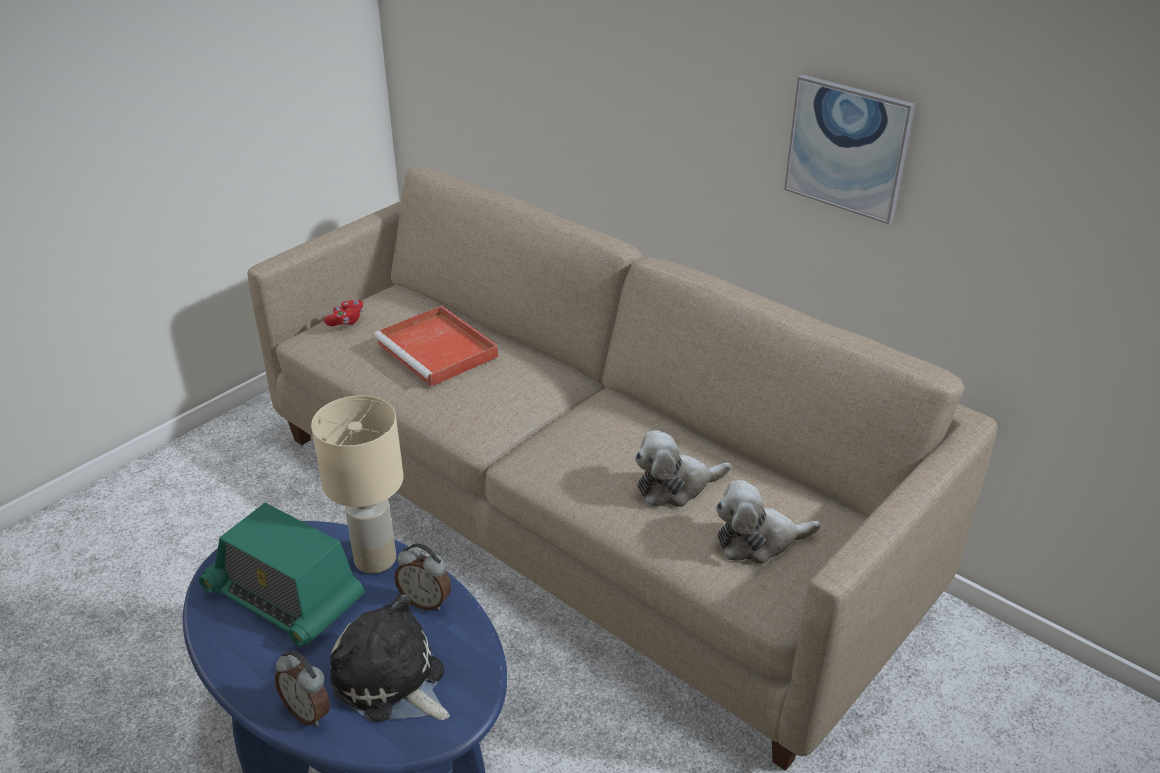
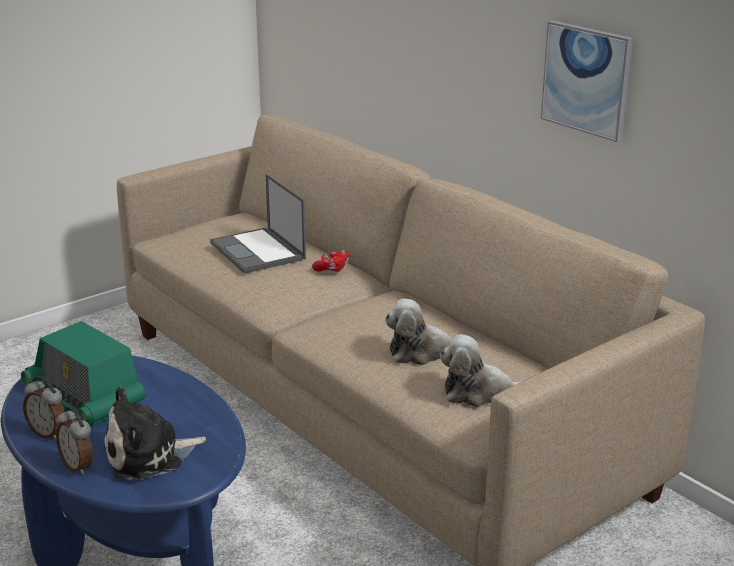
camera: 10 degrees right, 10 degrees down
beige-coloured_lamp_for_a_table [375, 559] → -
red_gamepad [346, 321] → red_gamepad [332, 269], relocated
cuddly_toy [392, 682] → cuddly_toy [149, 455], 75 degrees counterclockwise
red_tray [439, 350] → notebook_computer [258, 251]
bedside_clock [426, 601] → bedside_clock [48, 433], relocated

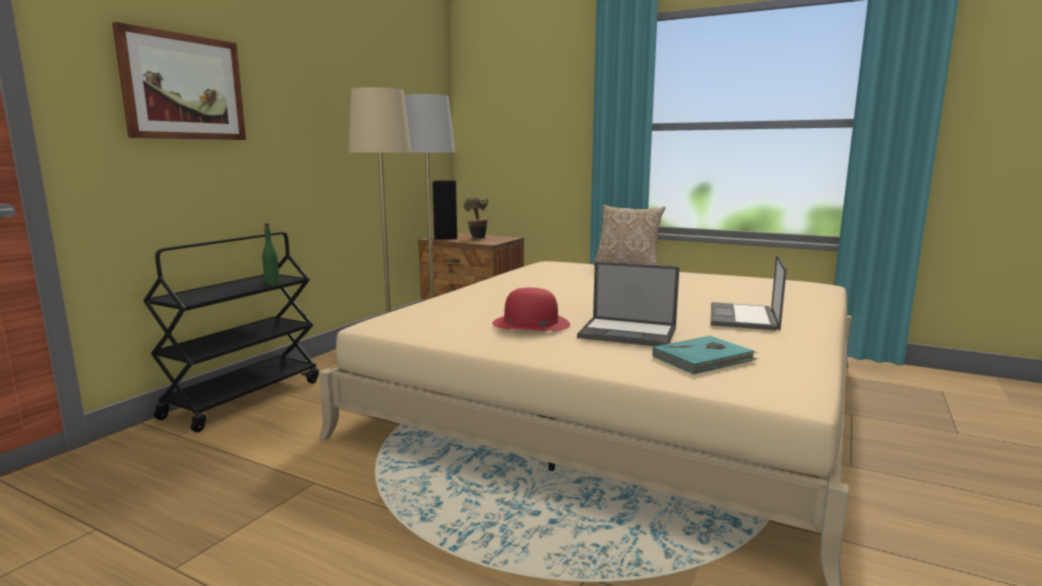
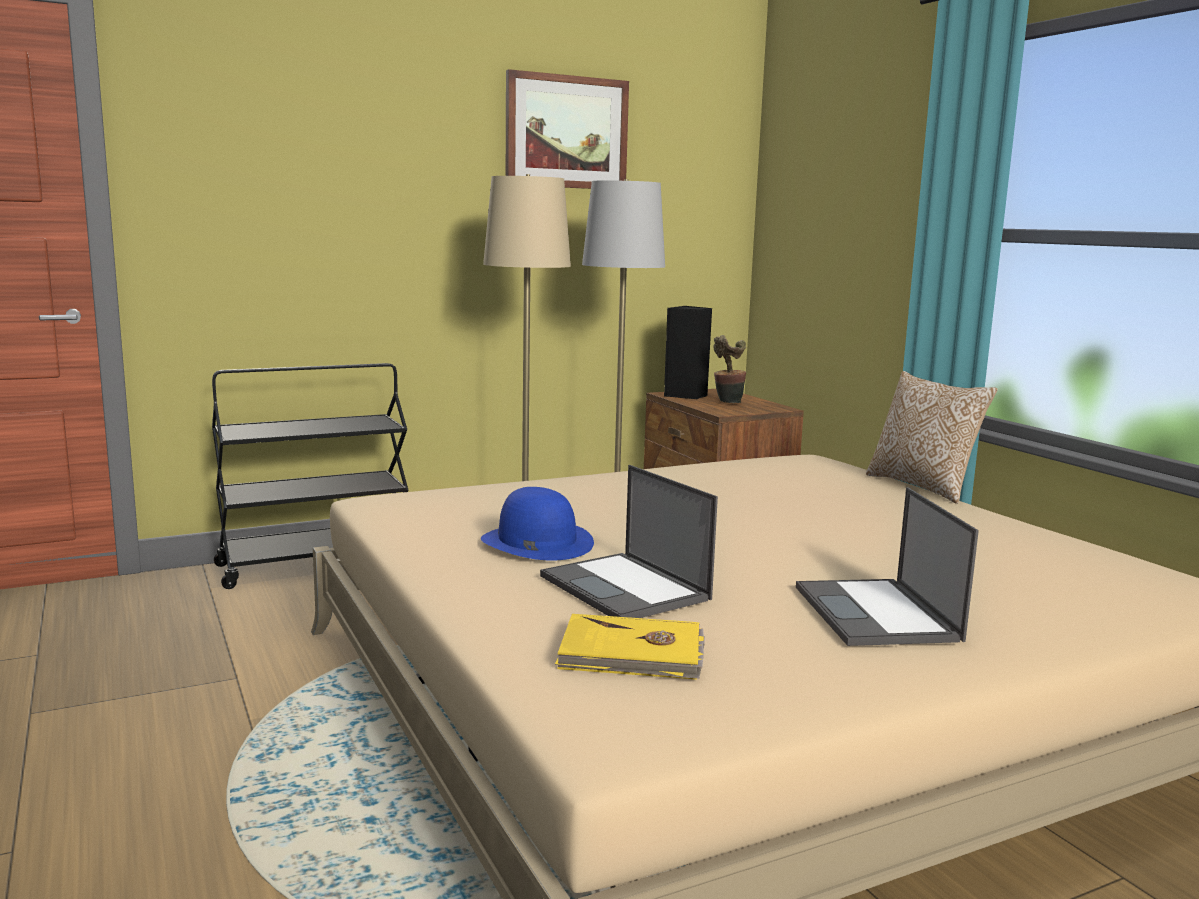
camera: 35 degrees right, 0 degrees up
wall_art [183, 87] → wall_art [566, 132], relocated
greenish_bottle [272, 283] → -
red_wearable_hat [530, 323] → bluish_wearable_hat [536, 542]
turquoise_book [704, 359] → yellowish_book [632, 654]
notebook_computer [743, 317] → notebook_computer [877, 614], 60 degrees counterclockwise

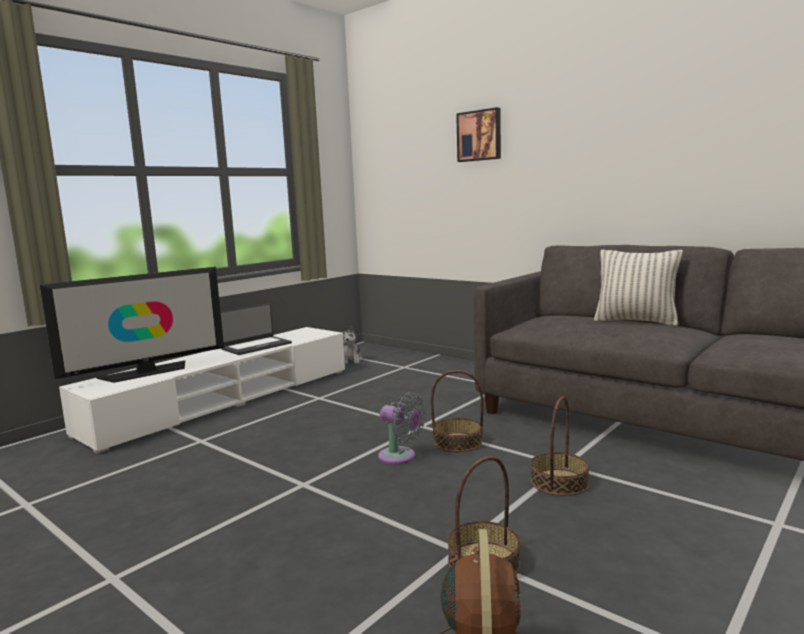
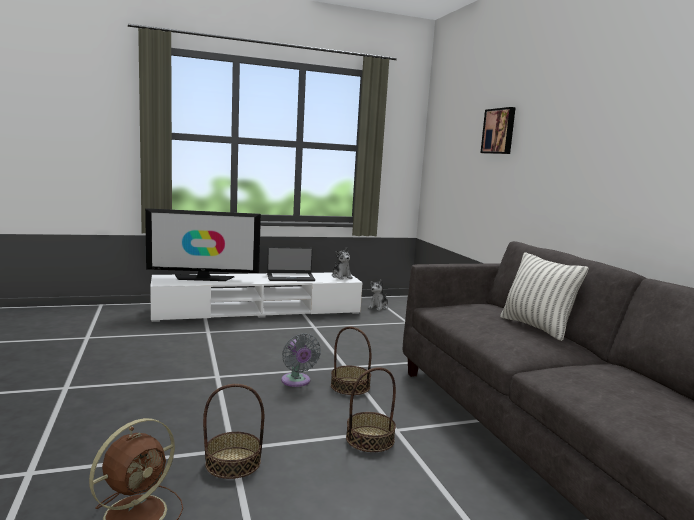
camera: 30 degrees right, 0 degrees up
- → cuddly_toy [341, 277]

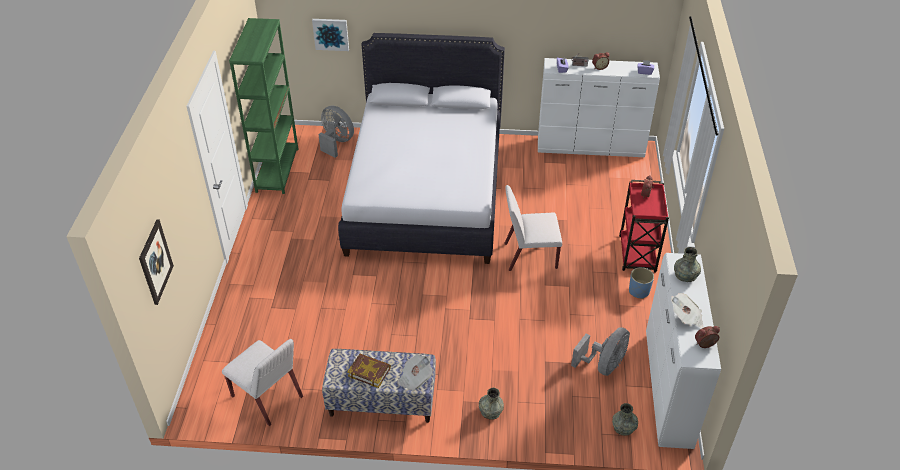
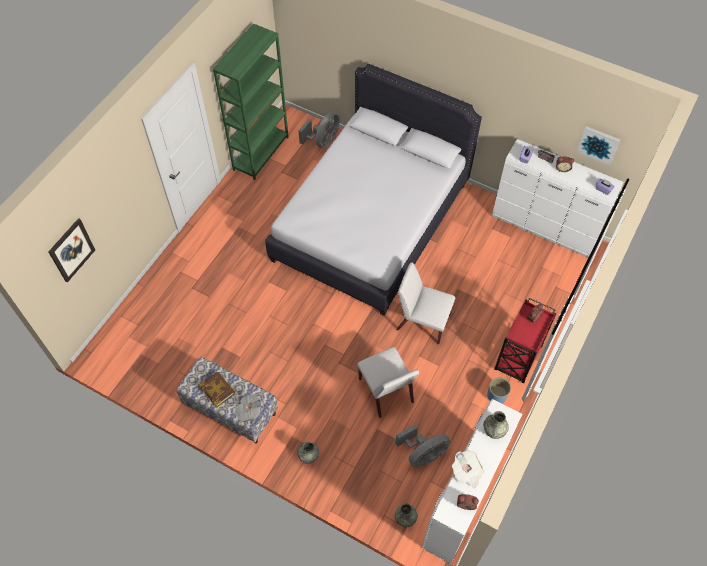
camera: 25 degrees right, 15 degrees up
white-coloured_chair [268, 397] → white-coloured_chair [386, 391], relocated
wall_art [331, 34] → wall_art [598, 144], relocated
grey_fan [336, 142] → grey_fan [323, 141], 60 degrees clockwise

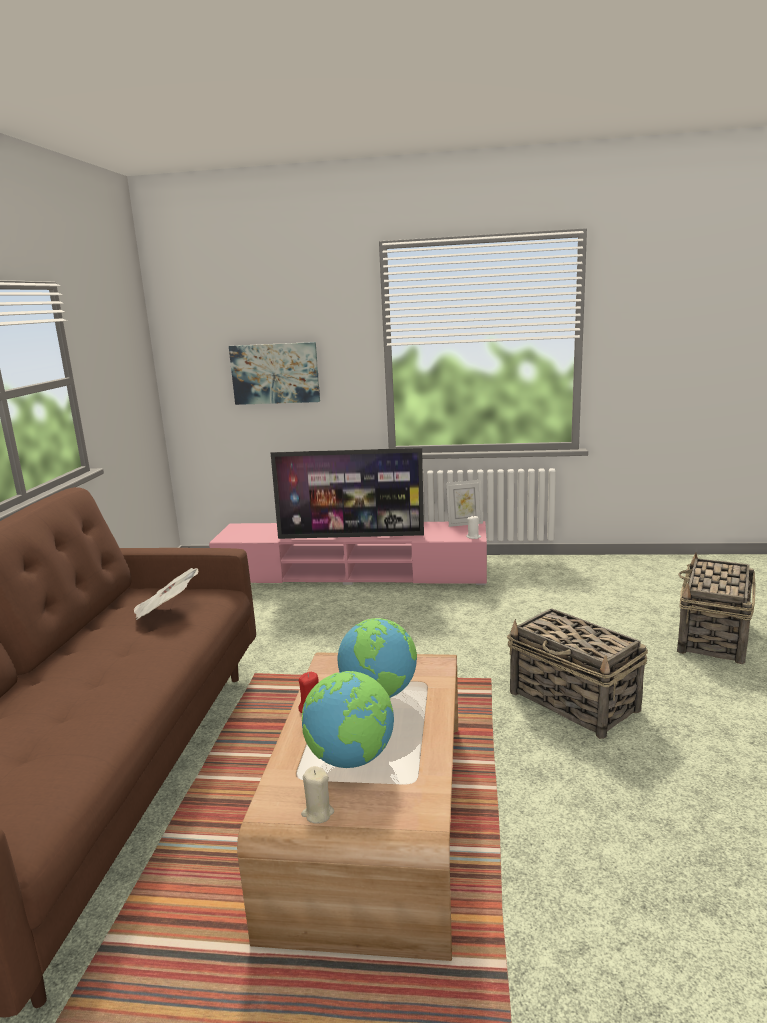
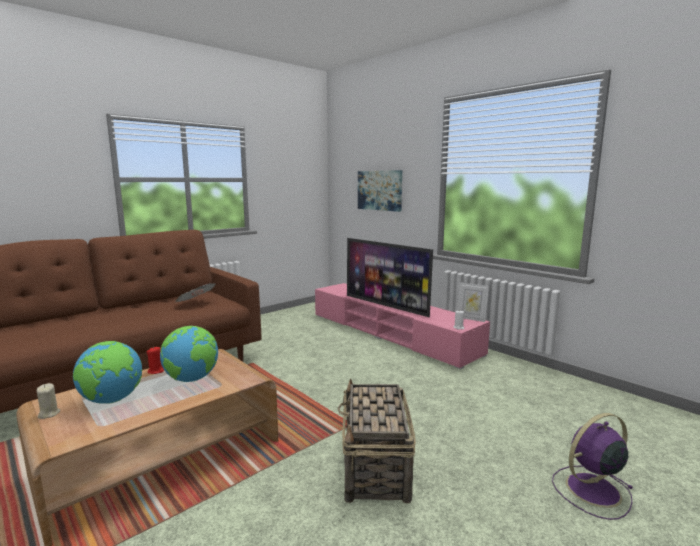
camera: 40 degrees right, 5 degrees down
basket [712, 637] → purple_fan [591, 490]

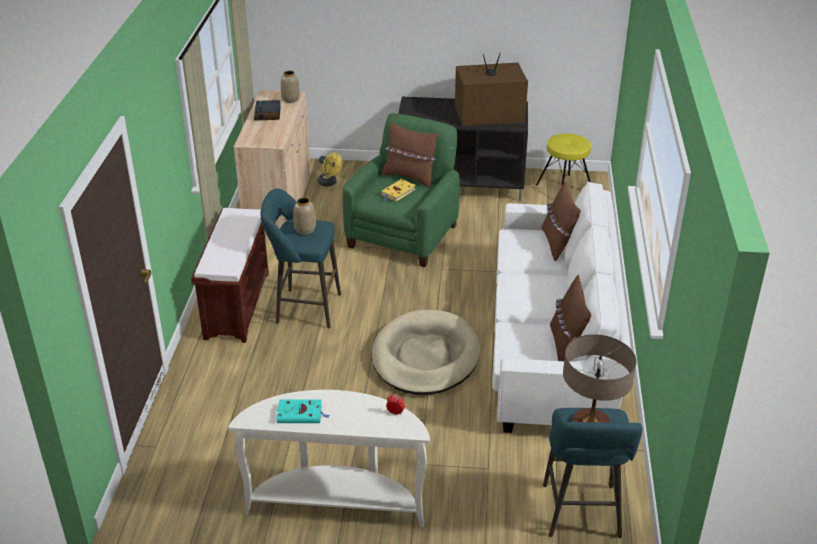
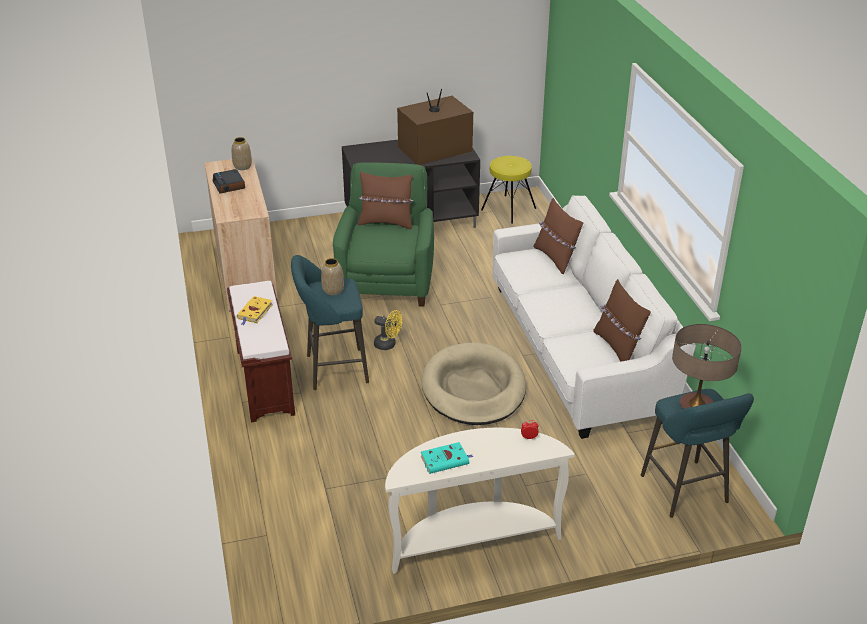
camera: 20 degrees left, 0 degrees up
yellowish_fan [329, 183] → yellowish_fan [388, 345], relocated
yellowish_book [397, 193] → yellowish_book [254, 312], relocated

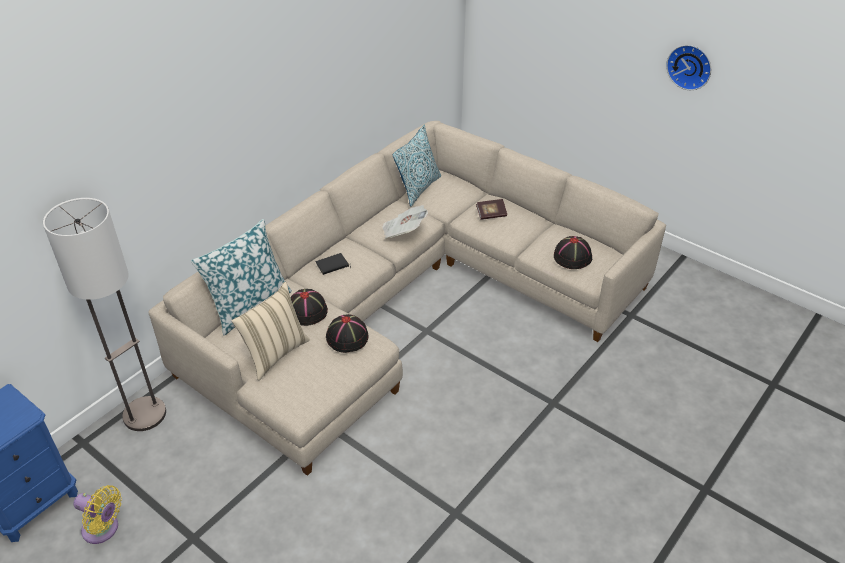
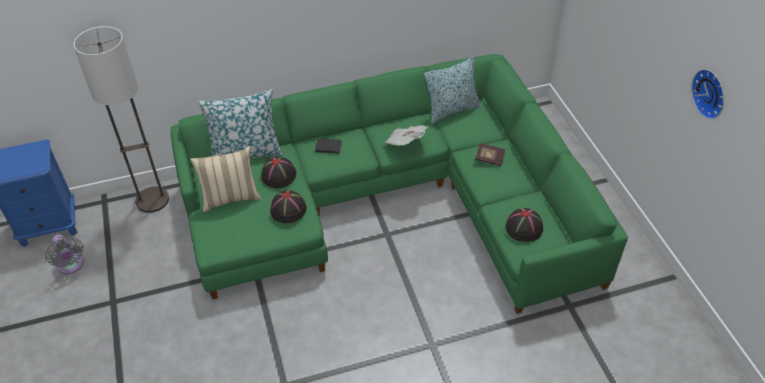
camera: 35 degrees right, 5 degrees up
yellowish_fan [103, 529] → grey_fan [71, 266]
beige-coloured_settee [405, 301] → greenish_settee [392, 202]

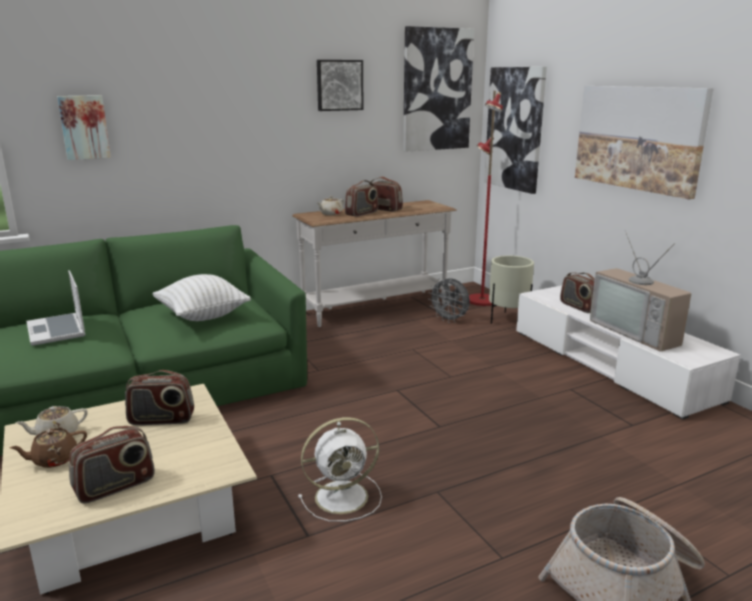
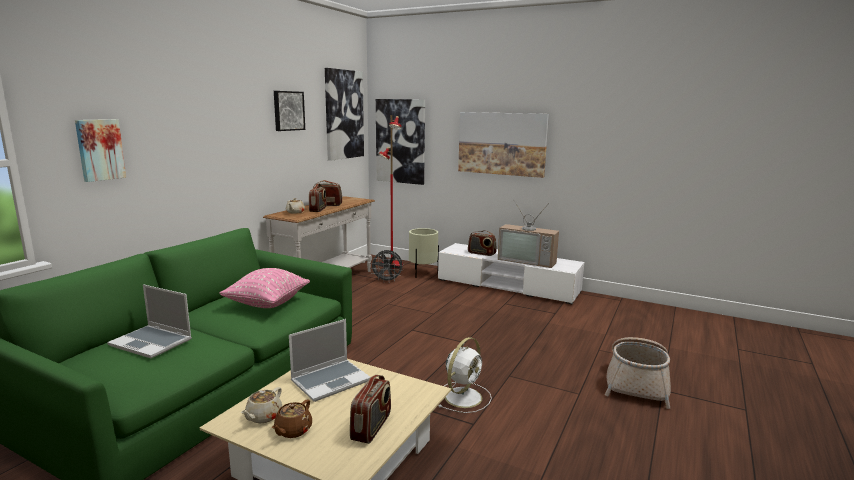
camera: 35 degrees left, 5 degrees down
radio_set [161, 419] → notebook_computer [331, 380]
white-coloured_cushion [203, 316] → pink-coloured_cushion [267, 304]

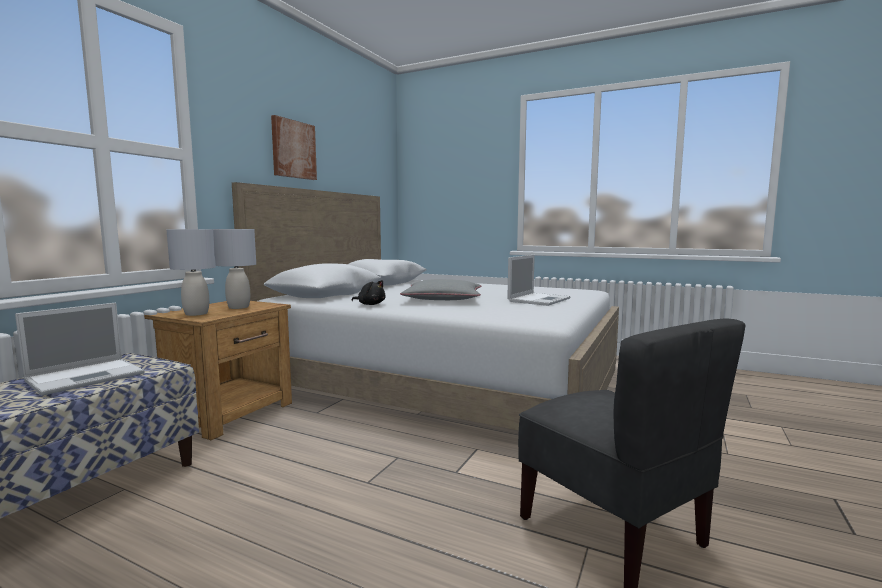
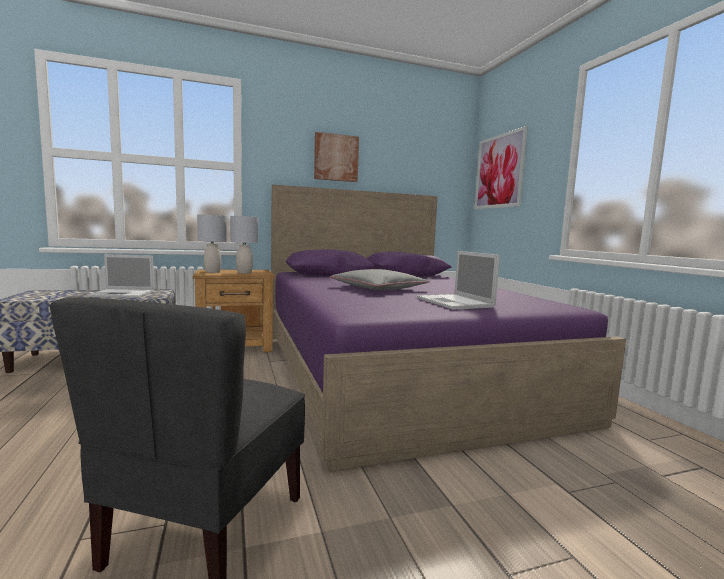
camera: 45 degrees right, 0 degrees up
white-coloured_bed [442, 379] → purple_bed [398, 370]
black-coloured_cuddly_toy [370, 304] → -
notebook_computer [539, 300] → notebook_computer [455, 303], 75 degrees clockwise
- → wall_art [499, 171]

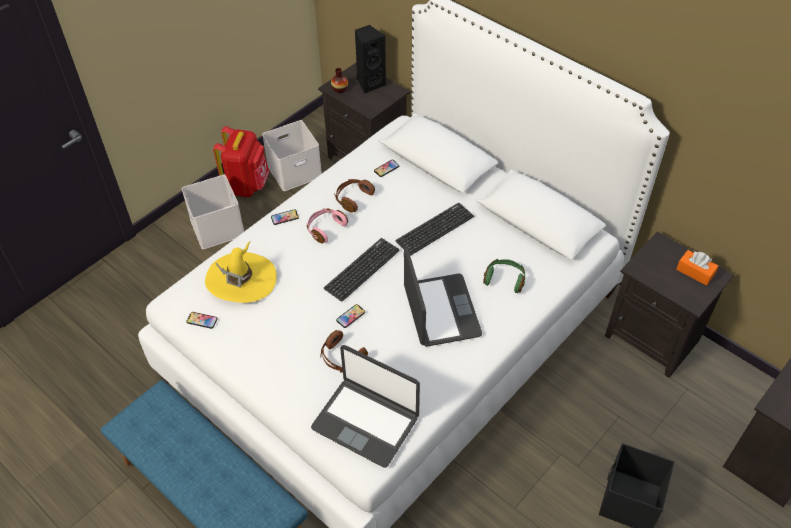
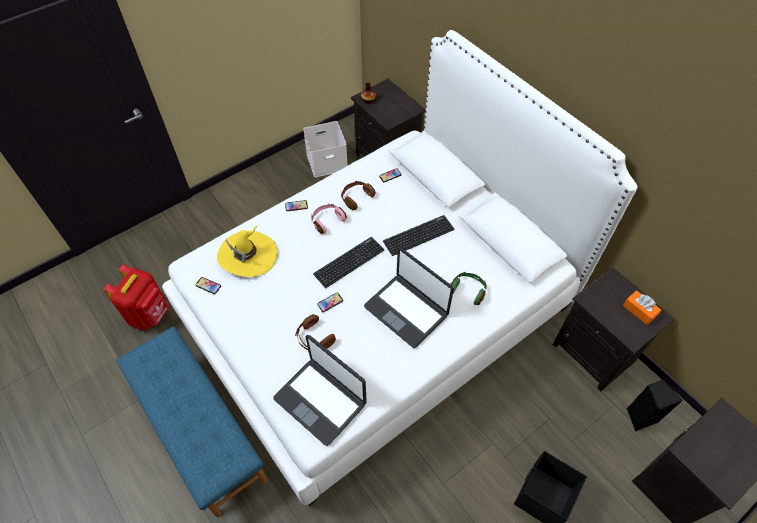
camera: 10 degrees right, 5 degrees up
white-coloured_storage_box [218, 227] → -
red_rucksack [247, 185] → red_rucksack [149, 314], relocated
black-coloured_audio_speaker [370, 83] → black-coloured_audio_speaker [640, 416], relocated
notebook_computer [440, 311] → notebook_computer [406, 310], 135 degrees clockwise

